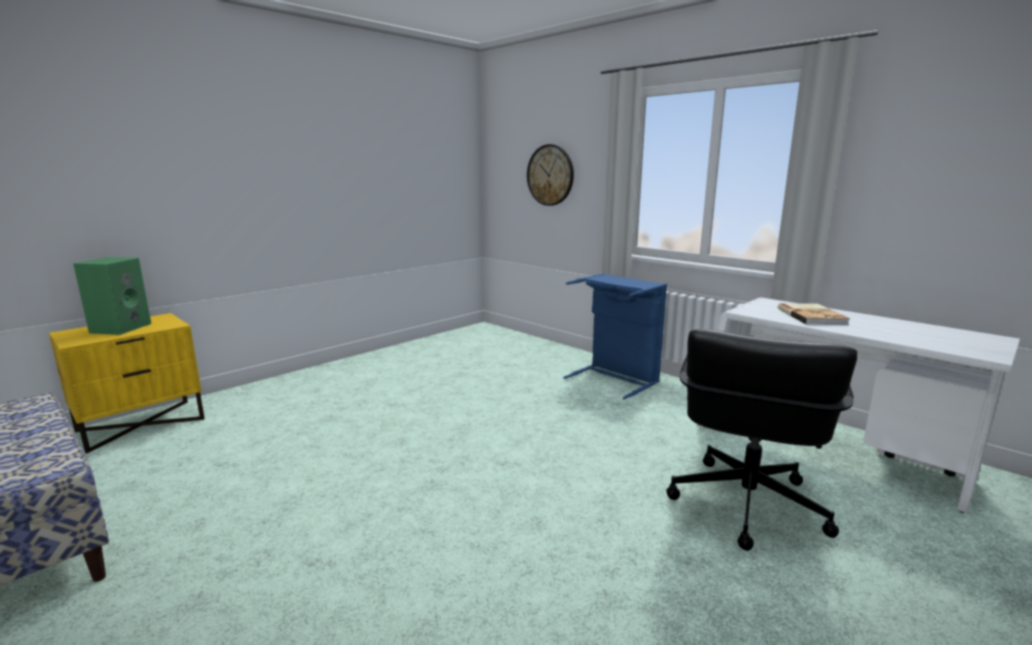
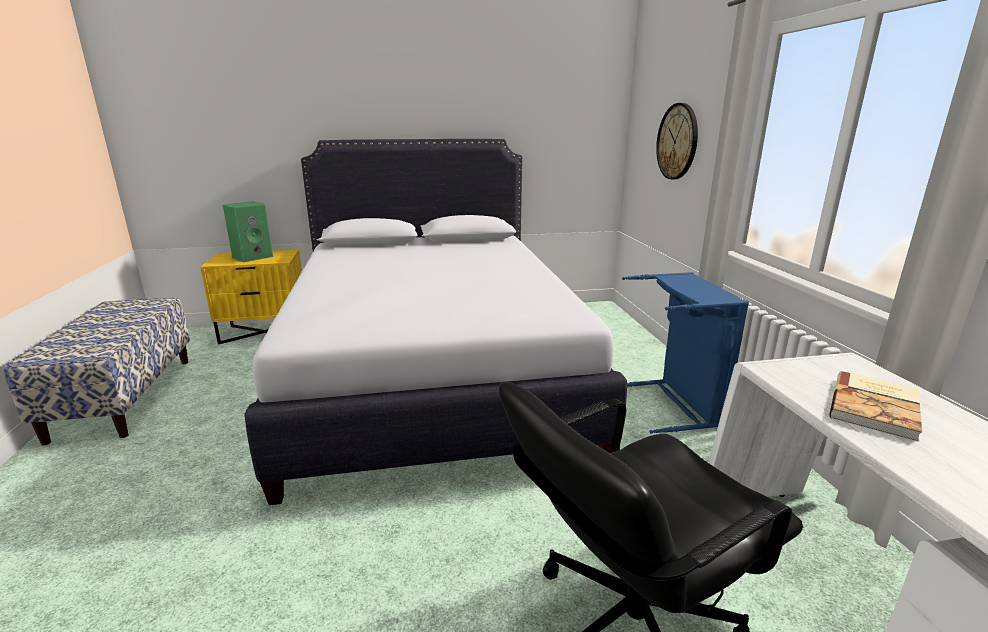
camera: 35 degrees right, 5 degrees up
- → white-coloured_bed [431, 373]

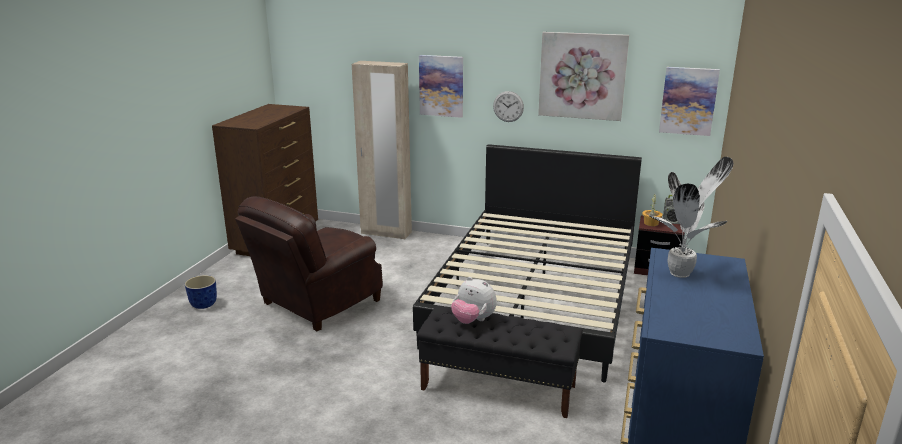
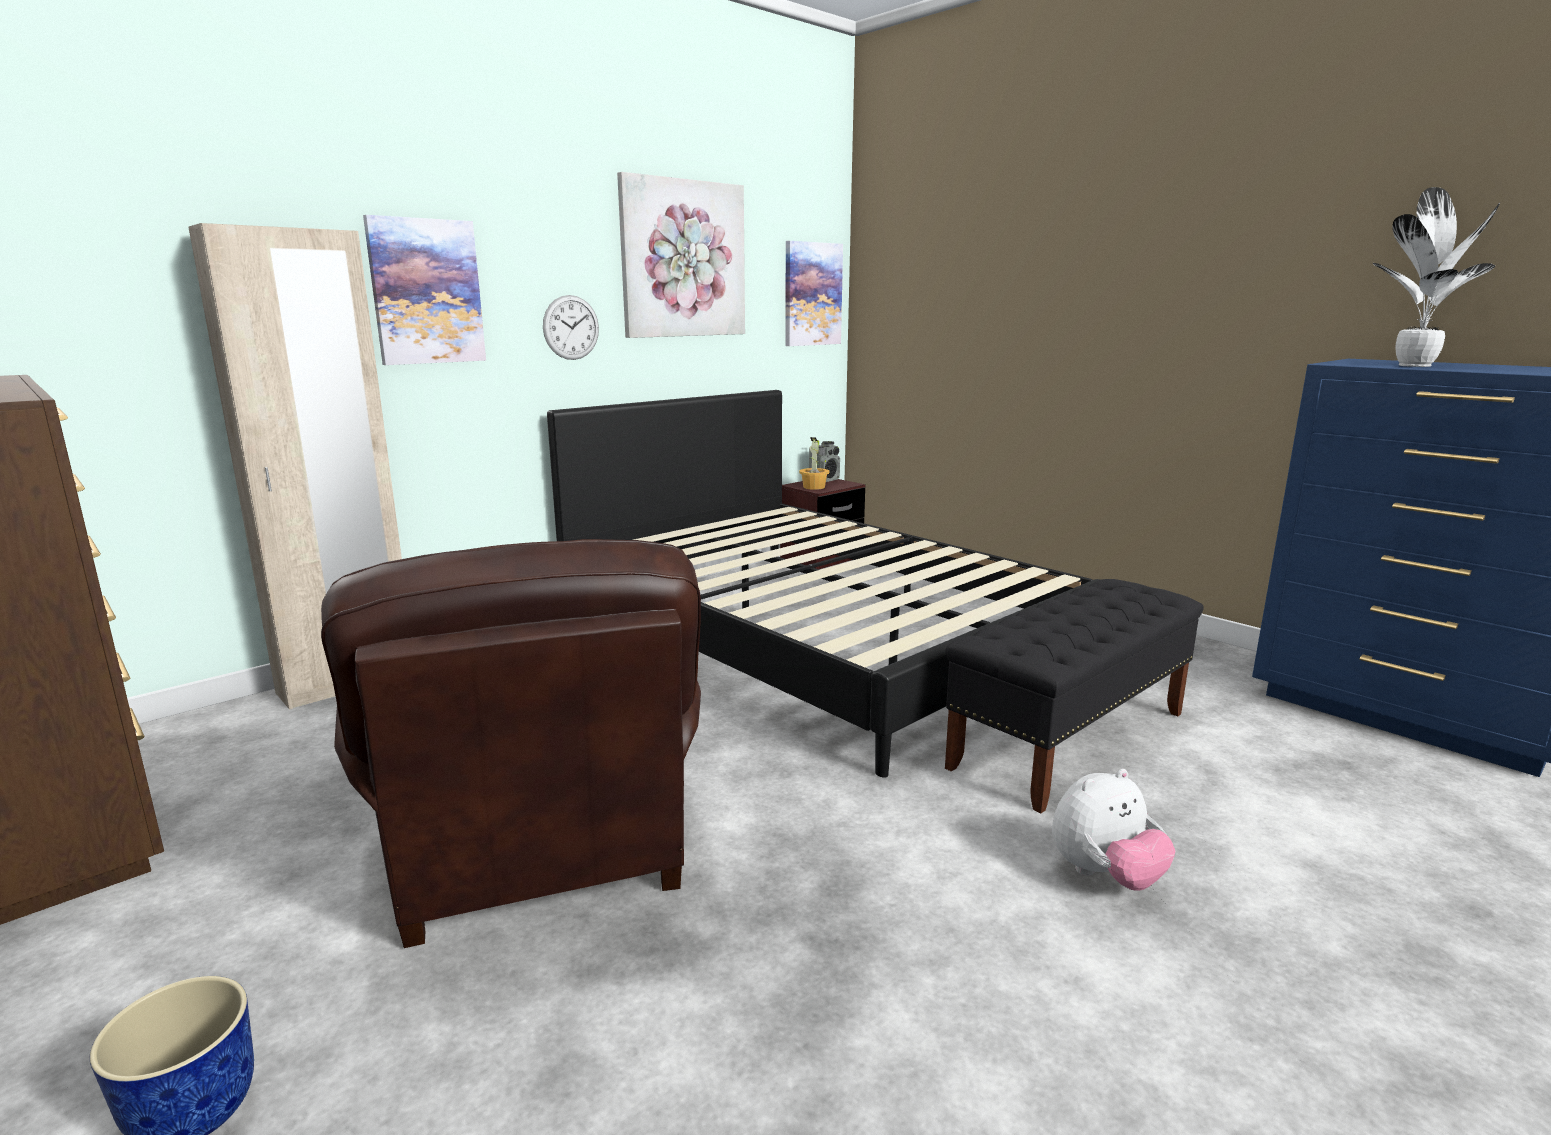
camera: 60 degrees left, 5 degrees down
cuddly_toy [473, 320] → cuddly_toy [1105, 876], relocated

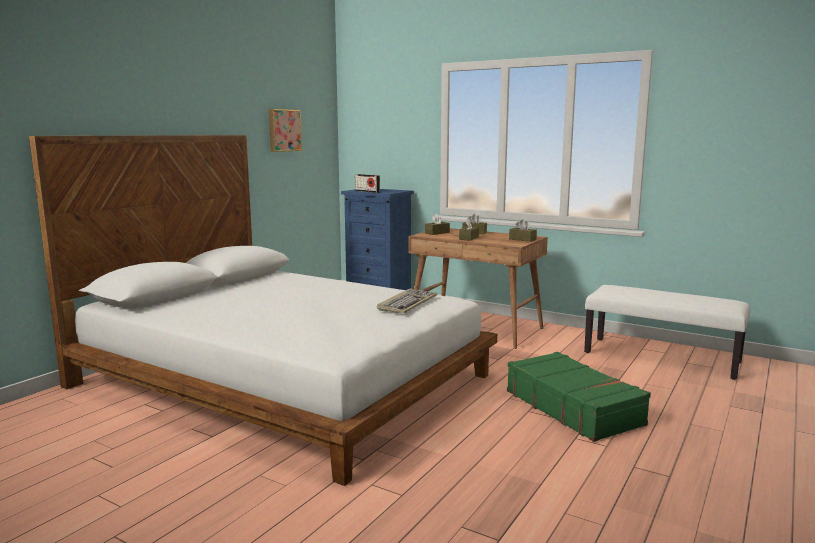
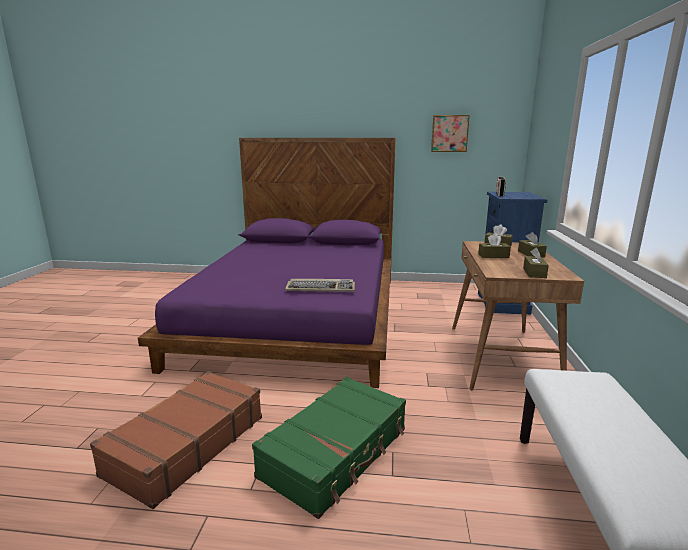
camera: 65 degrees right, 5 degrees up
white-coloured_bed [284, 380] → purple_bed [298, 317]
- → brownish_piece_of_luggage [186, 445]

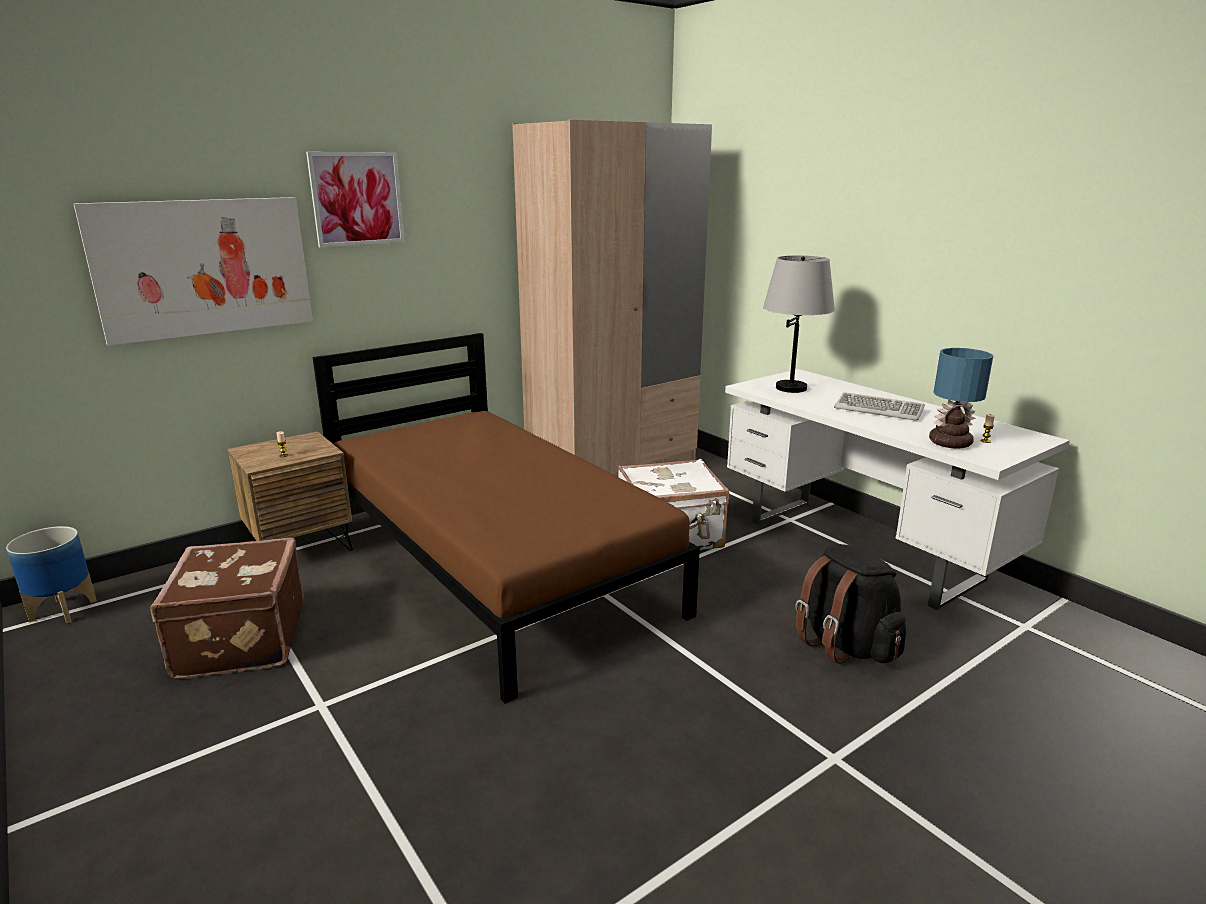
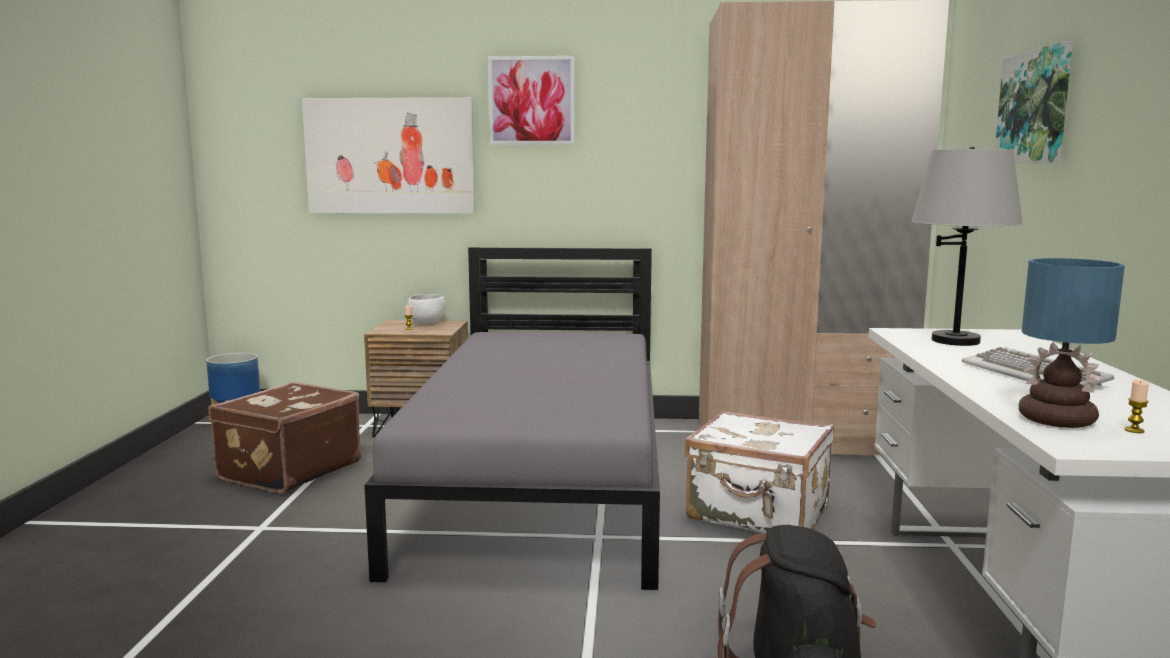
camera: 40 degrees right, 10 degrees down
brownish_bed [496, 564] → grey_bed [543, 482]
- → white-coloured_deep_dish [426, 323]
- → wall_art [1035, 107]

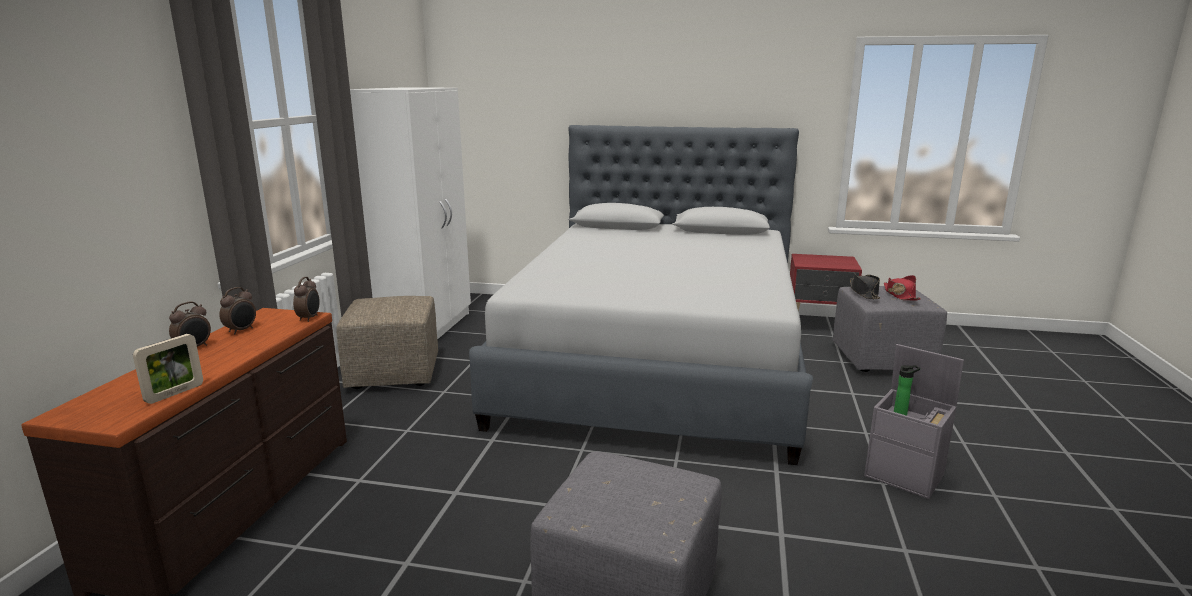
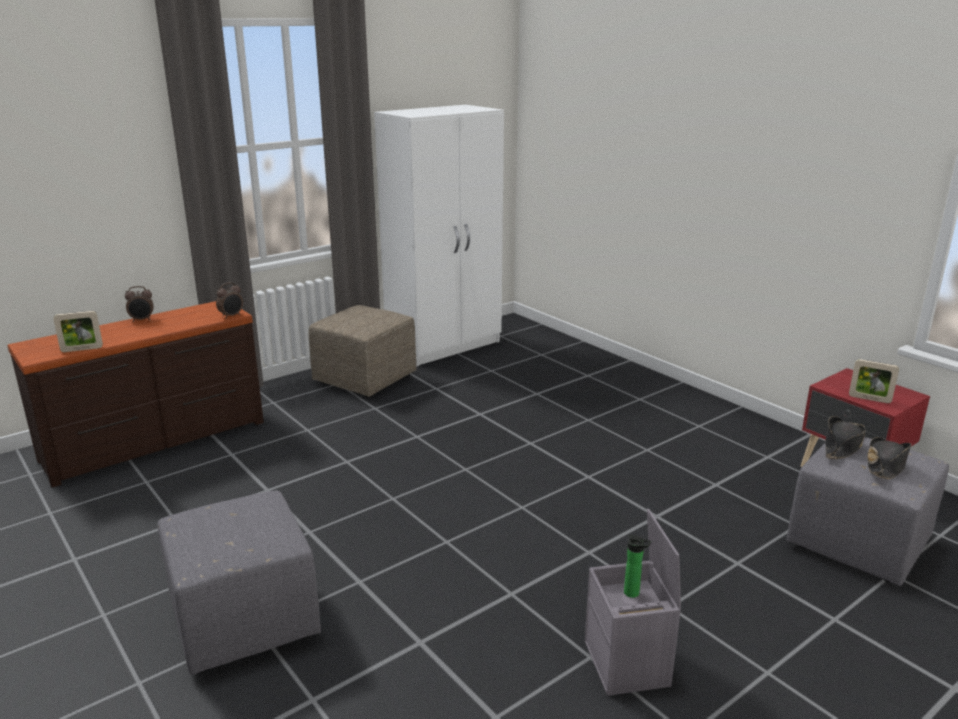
camera: 40 degrees right, 5 degrees up
bedside_clock [241, 330] → -
grey_bed [657, 362] → -
red_wearable_hat [900, 295] → black-coloured_wearable_hat [885, 465]
- → standing_frame [869, 399]

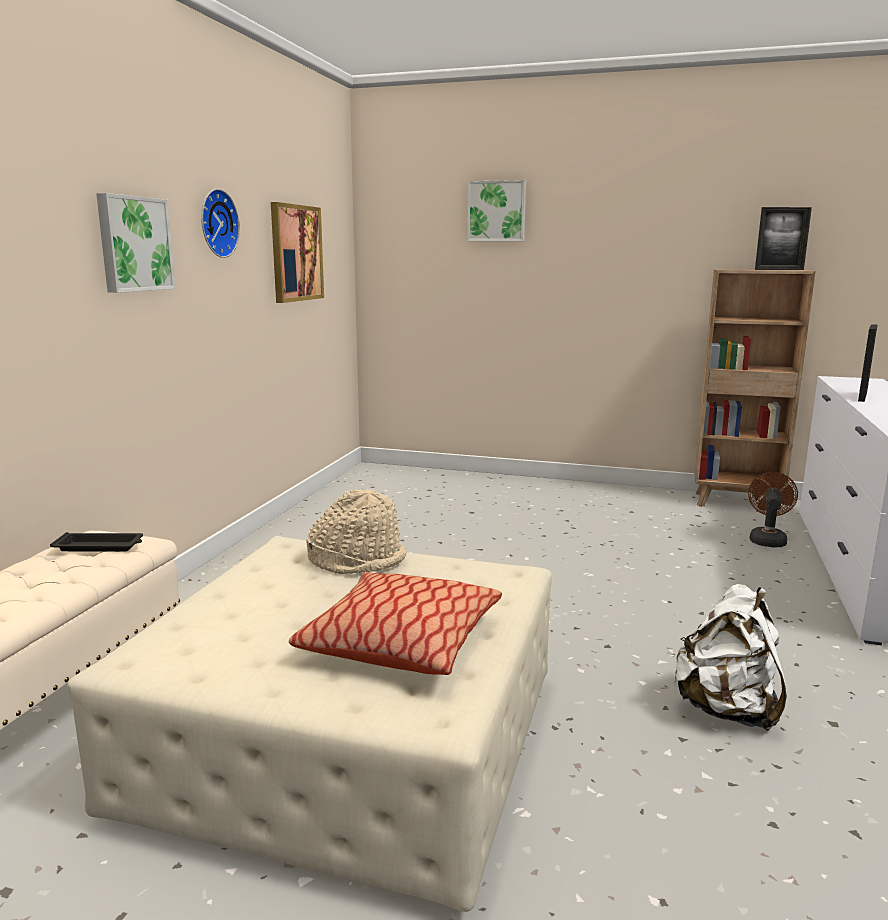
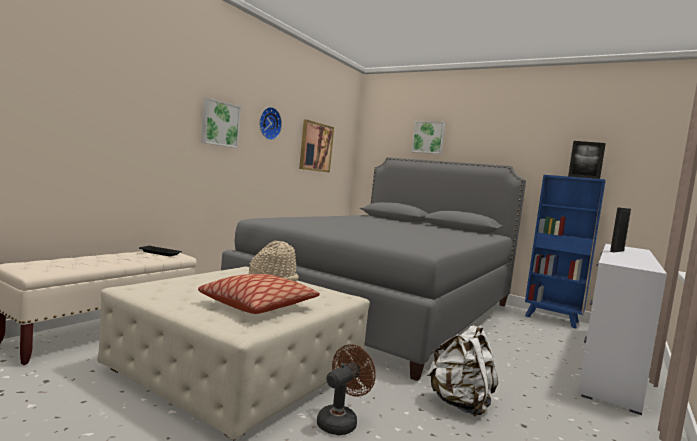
camera: 15 degrees right, 10 degrees down
brownish_bookcase [737, 503] → bluish_bookcase [553, 319]
brownish_fan [767, 539] → brownish_fan [340, 421], relocated
- → grey_bed [383, 307]

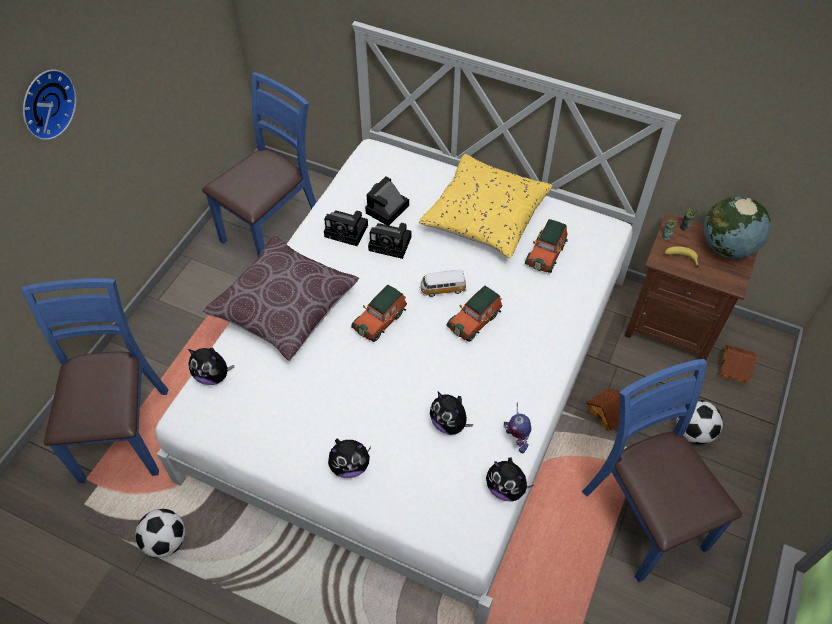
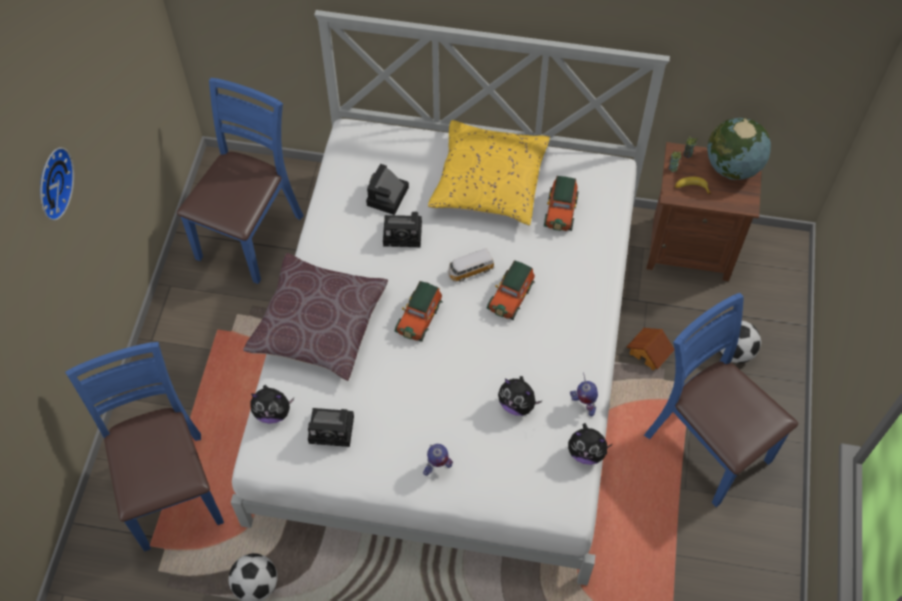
camera: 15 degrees left, 5 degrees up
photo_camera [348, 231] → photo_camera [333, 429], relocated
cuddly_toy [350, 466] → toy_robot [436, 467]
toy_house [734, 368] → -

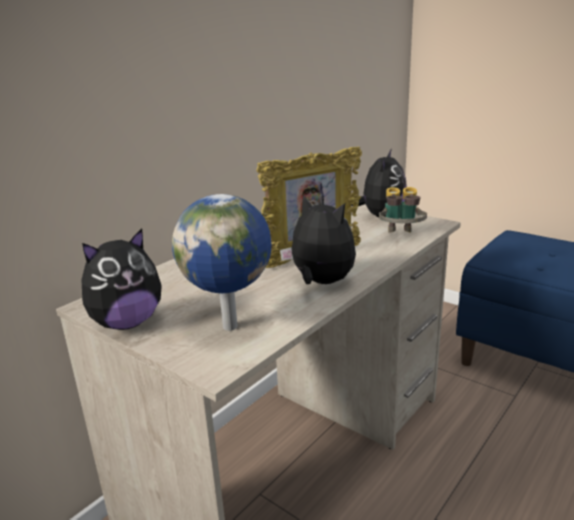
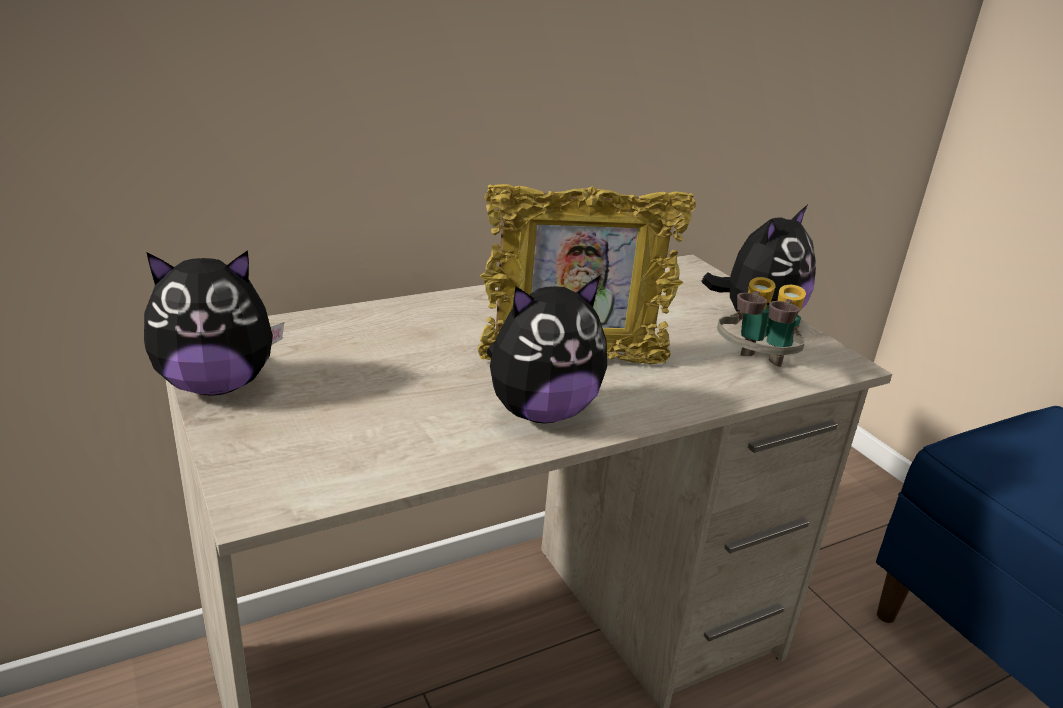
camera: 20 degrees right, 5 degrees up
desk_globe [232, 326] → -
cuddly_toy [320, 283] → cuddly_toy [541, 412], 90 degrees clockwise

